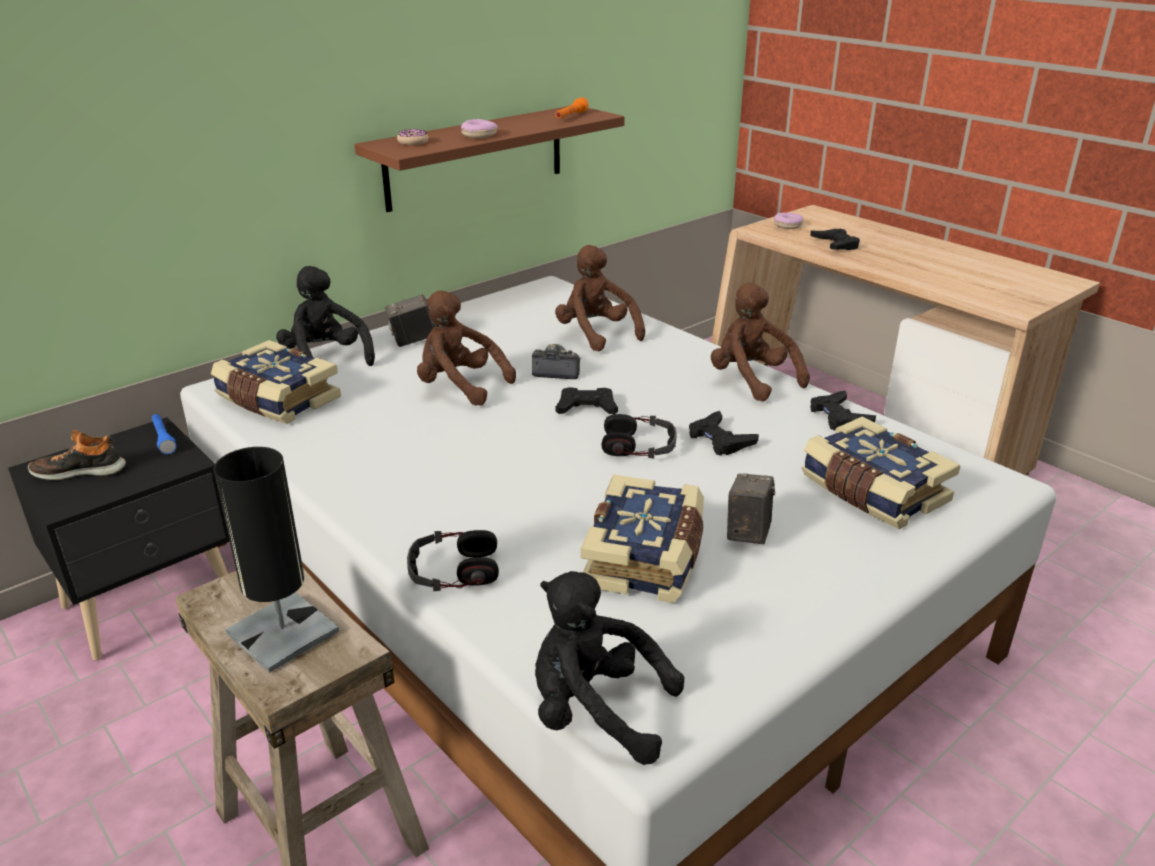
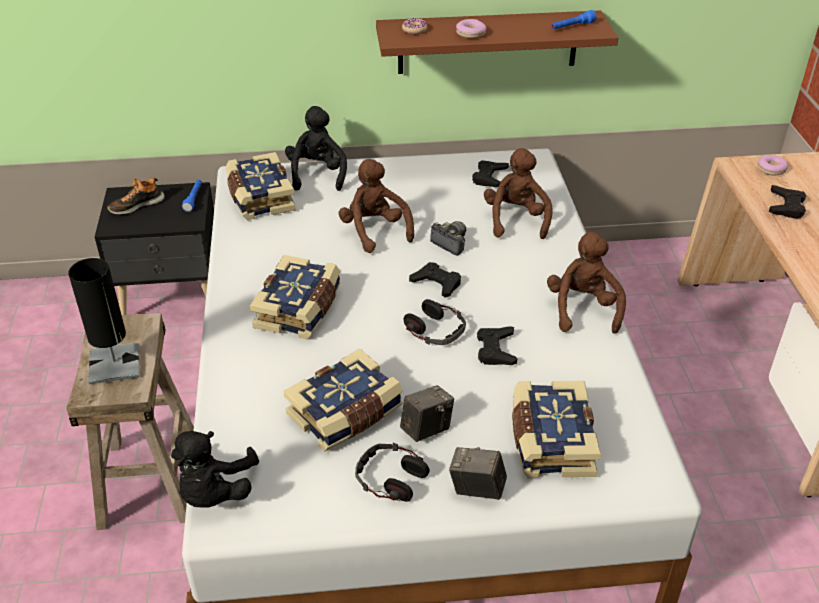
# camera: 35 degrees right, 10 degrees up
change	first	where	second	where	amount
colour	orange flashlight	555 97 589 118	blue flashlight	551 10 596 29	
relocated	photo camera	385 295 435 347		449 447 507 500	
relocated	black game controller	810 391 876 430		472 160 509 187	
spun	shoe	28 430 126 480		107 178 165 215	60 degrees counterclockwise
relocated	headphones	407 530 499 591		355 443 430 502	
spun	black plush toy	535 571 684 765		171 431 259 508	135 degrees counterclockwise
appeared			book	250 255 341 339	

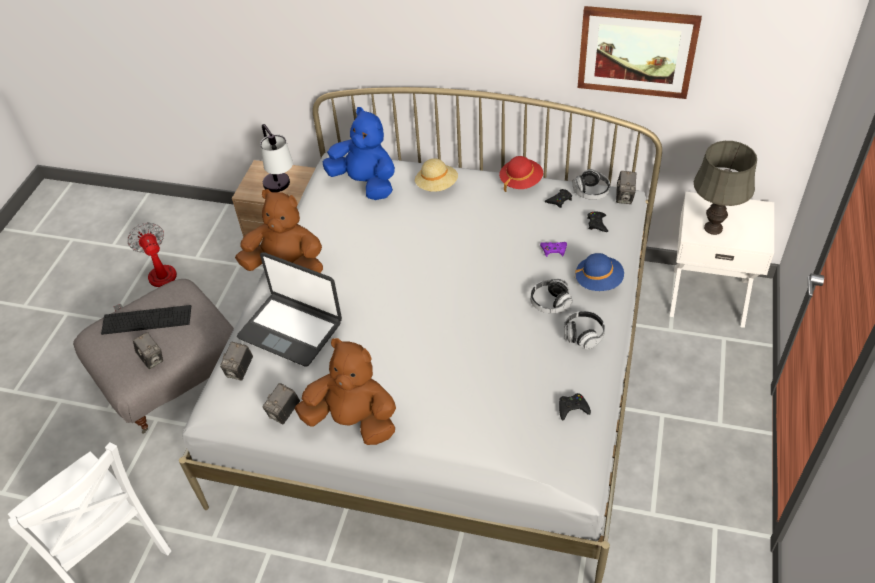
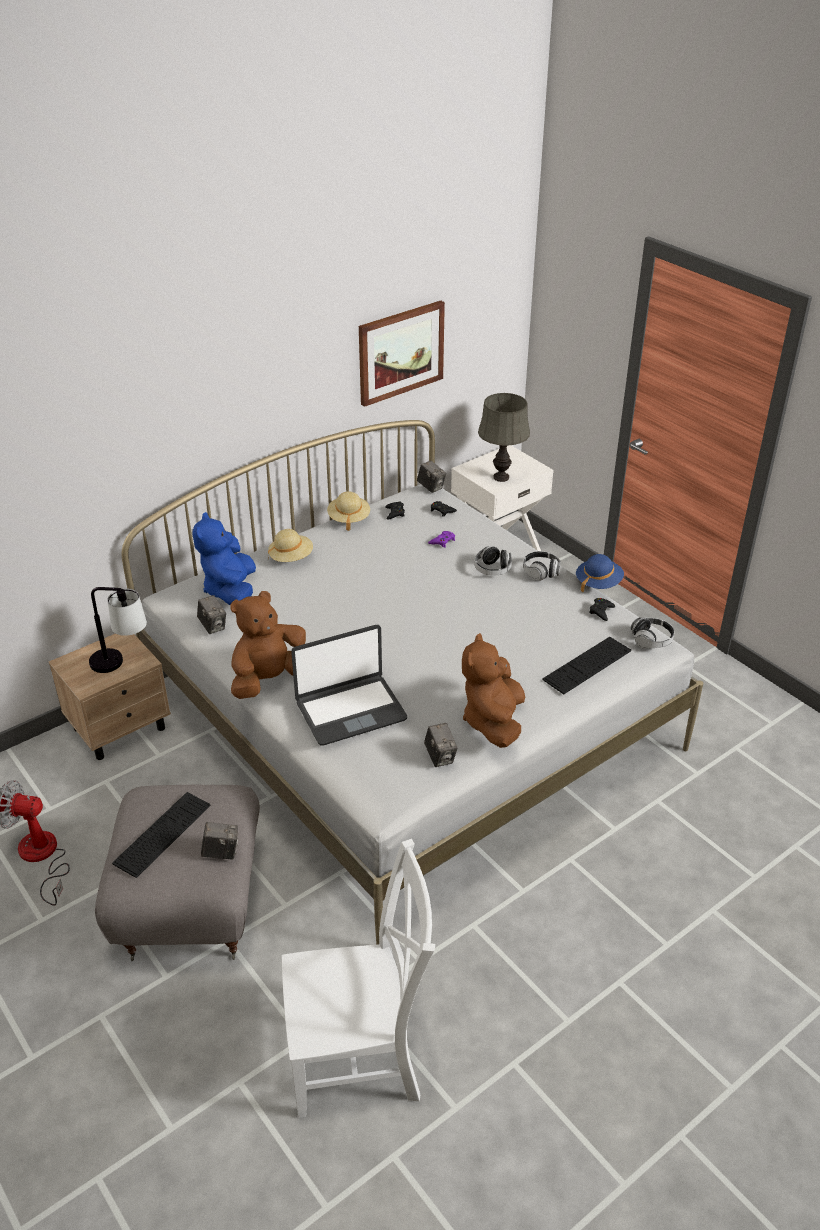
# camera: 55 degrees left, 10 degrees down
change	first	where	second	where	amount
spun	blue plush toy	323 107 395 200		192 512 256 605	75 degrees counterclockwise
colour	red hat	499 156 543 192	beige hat	327 491 370 531	
relocated	headphones	572 169 610 200		631 618 674 649	
relocated	blue hat	574 253 624 291		576 554 624 592	
spun	brown plush toy	295 338 396 445		462 633 525 748	45 degrees counterclockwise
relocated	photo camera	220 342 253 381		197 595 226 634	
appeared			keyboard	542 637 631 694	

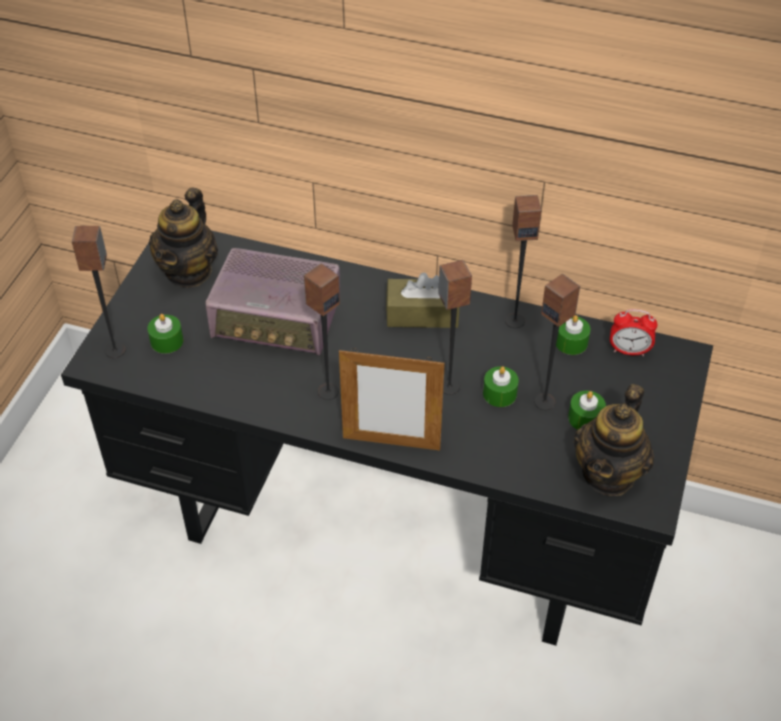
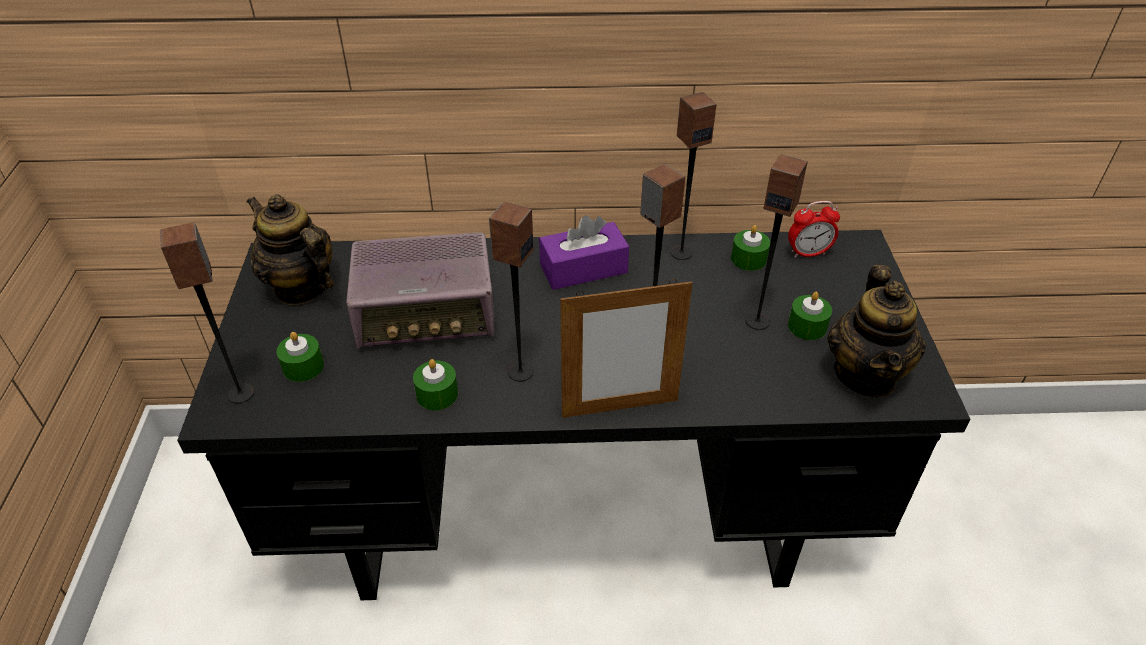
# camera: 20 degrees left, 5 degrees down
change	first	where	second	where	amount
spun	teapot	149 187 218 288		247 194 334 305	135 degrees clockwise
colour	brown tissue box	386 273 459 328	purple tissue box	539 215 629 290	
relocated	green candle	483 366 519 407		413 359 458 410	

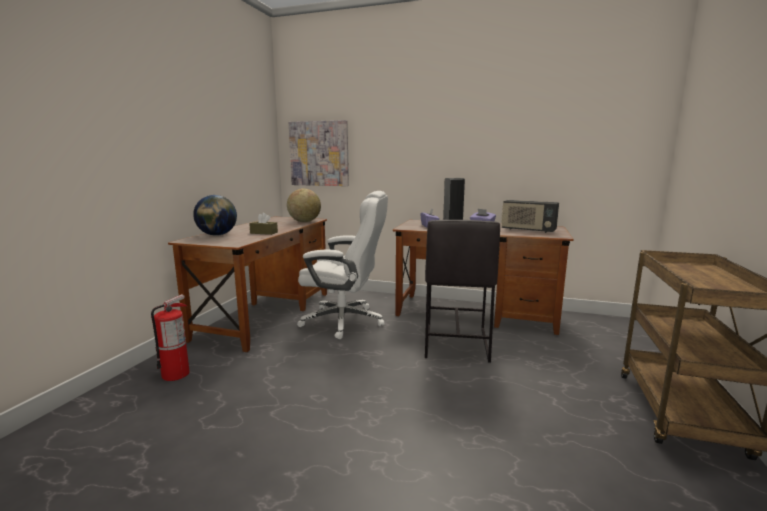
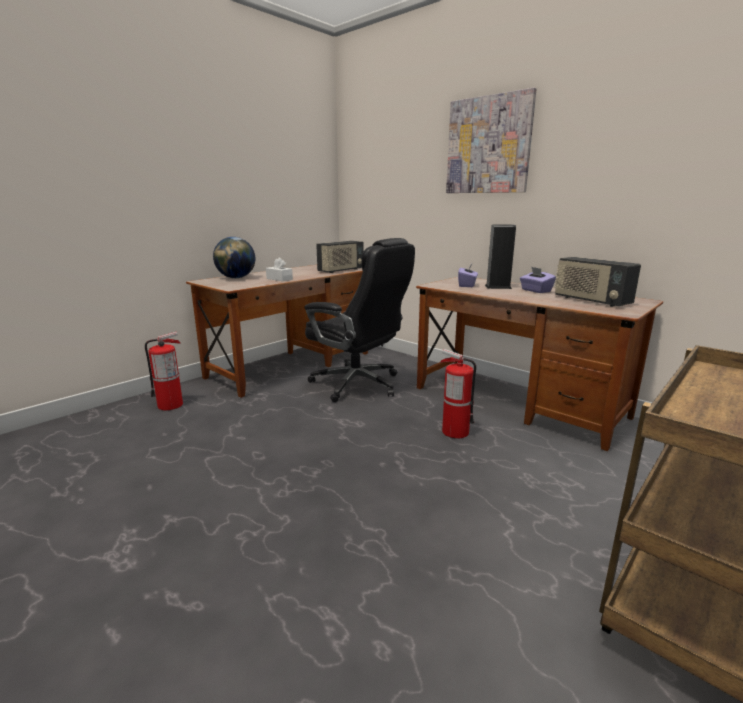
# camera: 25 degrees right, 5 degrees up
change	first	where	second	where	amount
relocated	picture	289 120 349 186		446 88 537 193	
exchanged	globe	287 188 321 222	radio	316 241 364 273	
colour	white office chair	297 191 388 339	black office chair	304 238 415 402	
colour	brown tissue box	249 213 278 235	white tissue box	266 257 293 281	
exchanged	grey stool	425 220 500 363	fire extinguisher	440 349 476 438	

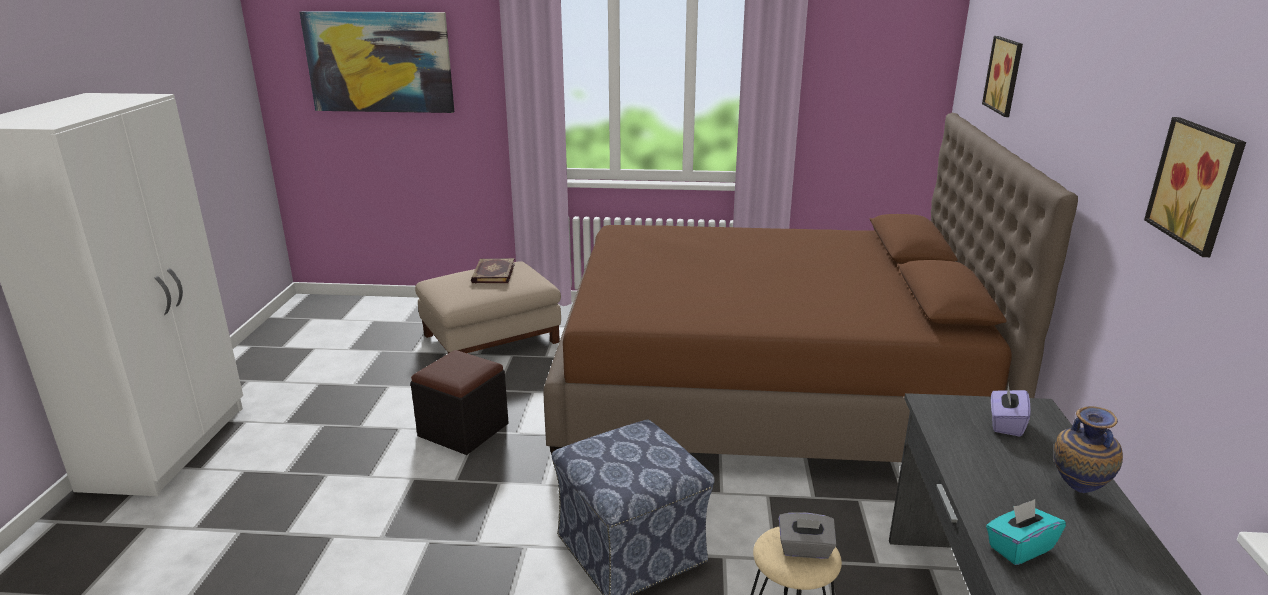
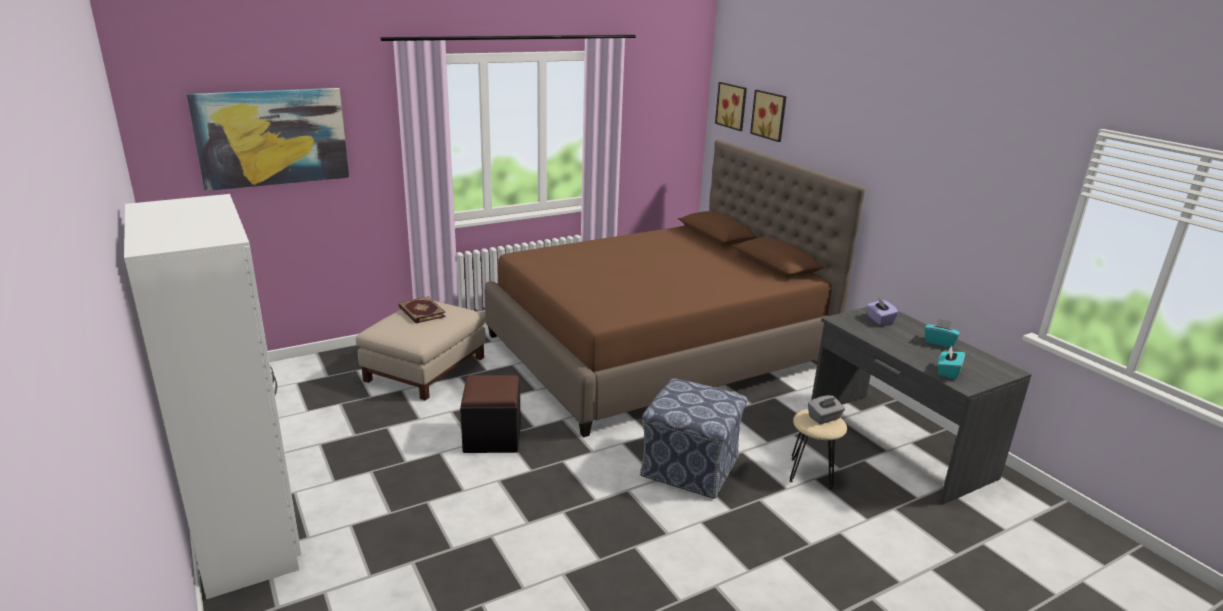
# camera: 35 degrees left, 0 degrees up
change	first	where	second	where	amount
relocated	picture	1144 117 1246 257		715 82 747 131	
exchanged	vase	1054 406 1123 493	turquoise tissue box	925 318 960 348	

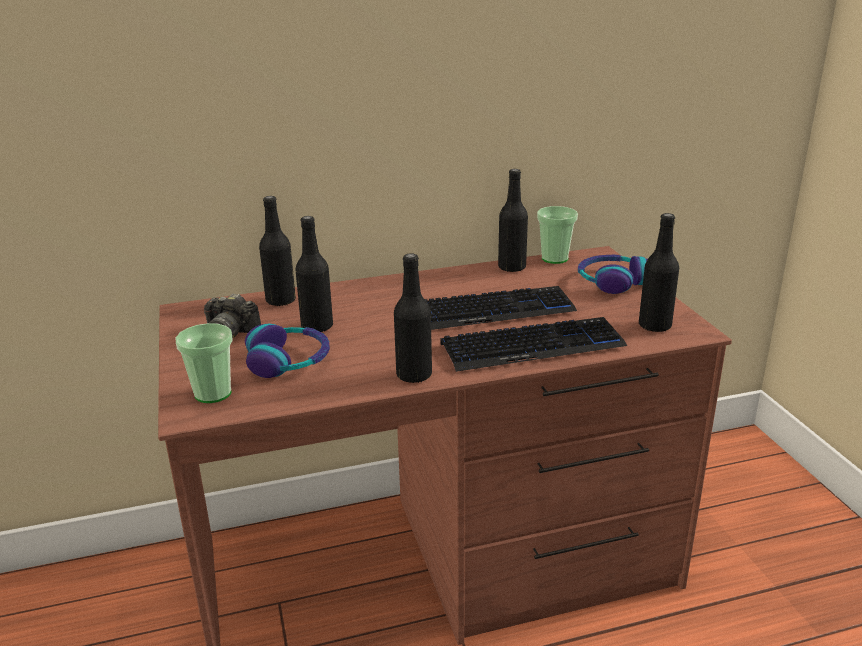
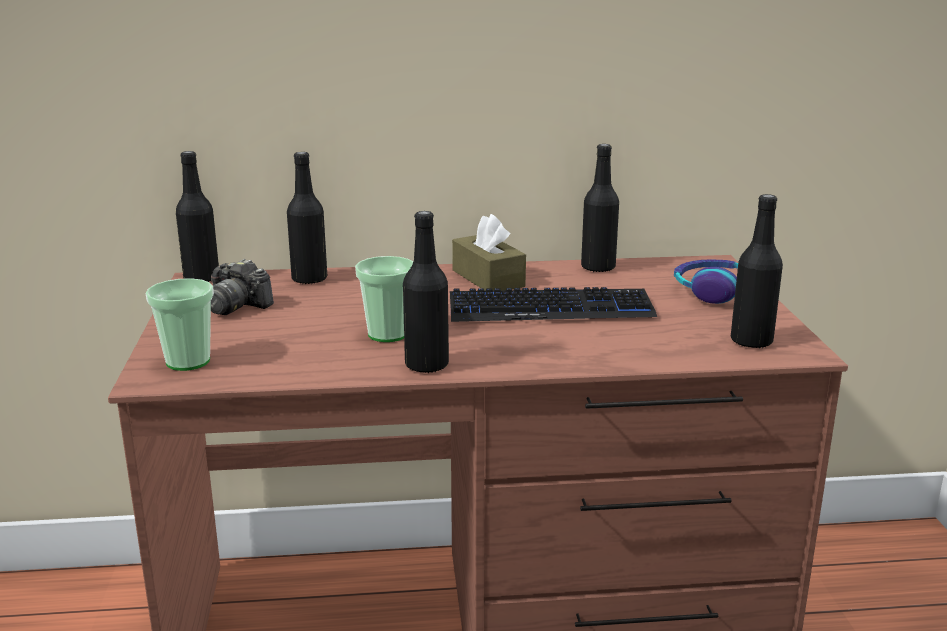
# camera: 10 degrees right, 5 degrees down
change	first	where	second	where	amount
relocated	cup	537 206 578 264		355 256 413 342	
relocated	black bottle	295 216 333 332		176 151 219 282	
missing	keyboard	440 317 627 372			
missing	headphones	245 323 330 378			
appeared			brown tissue box	452 214 526 291	

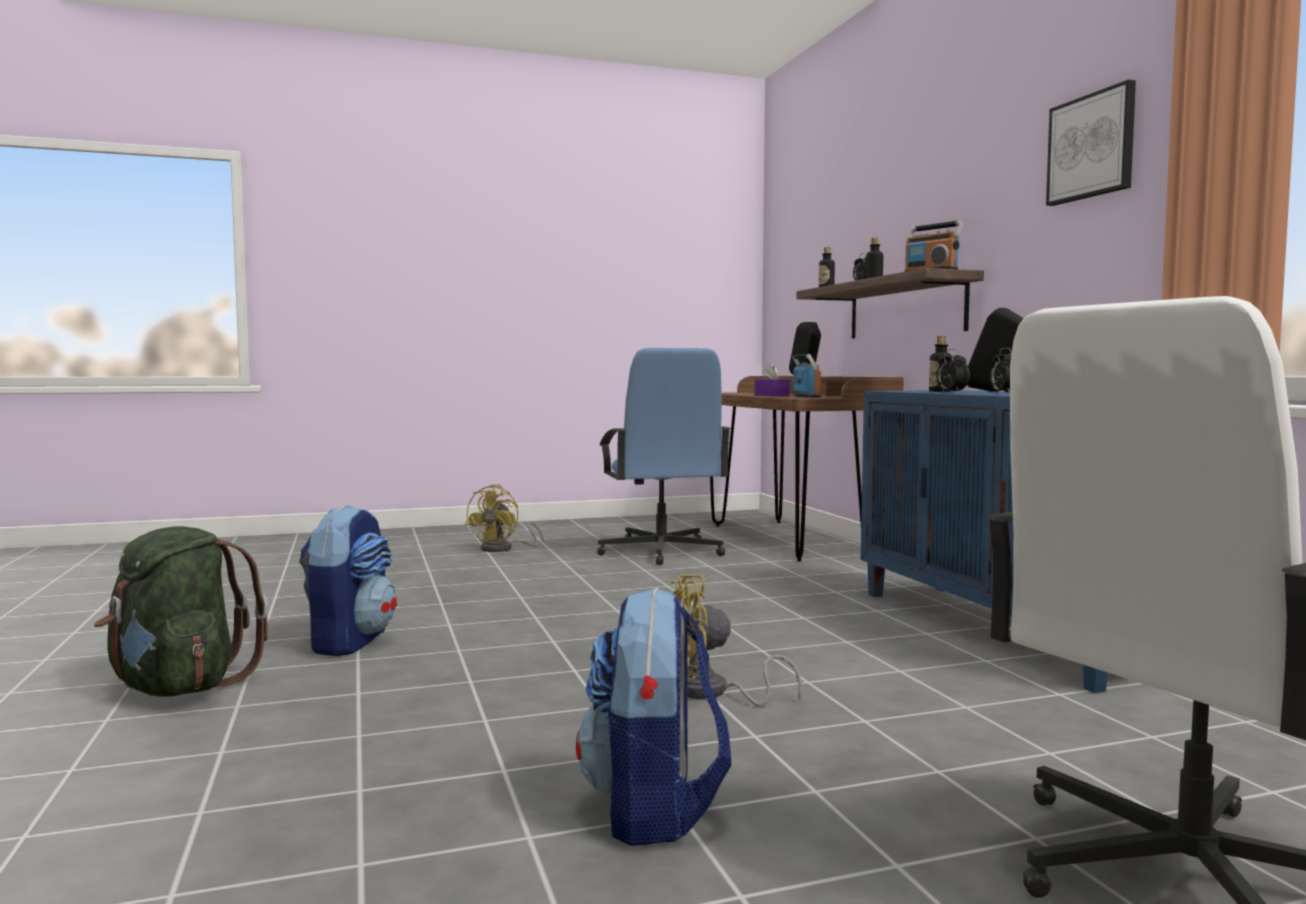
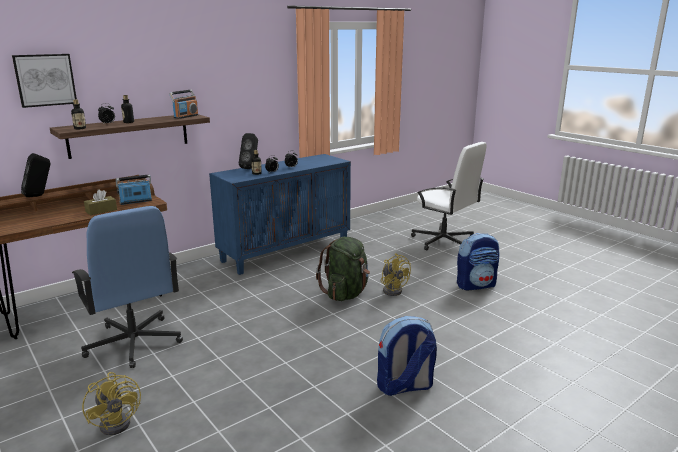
# camera: 110 degrees left, 15 degrees up
change	first	where	second	where	amount
relocated	picture	1046 80 1136 206		12 54 77 108	
spun	blue office chair	597 348 731 565		72 206 183 368	90 degrees clockwise
colour	purple tissue box	755 364 790 396	brown tissue box	84 189 117 215	
spun	yellow fan	465 484 544 552		82 372 141 435	60 degrees clockwise
relocated	green backpack	94 526 269 697		316 237 370 301	

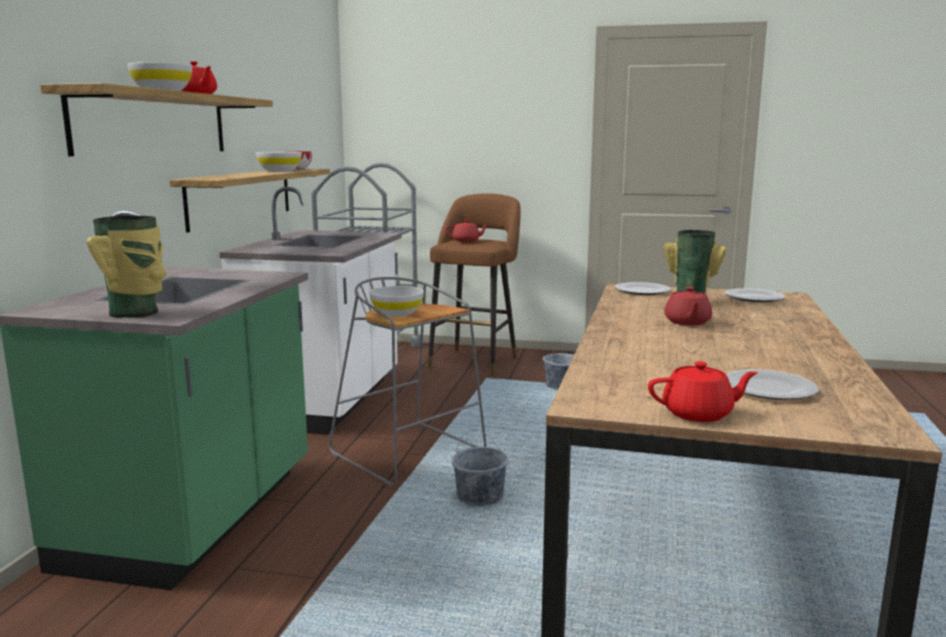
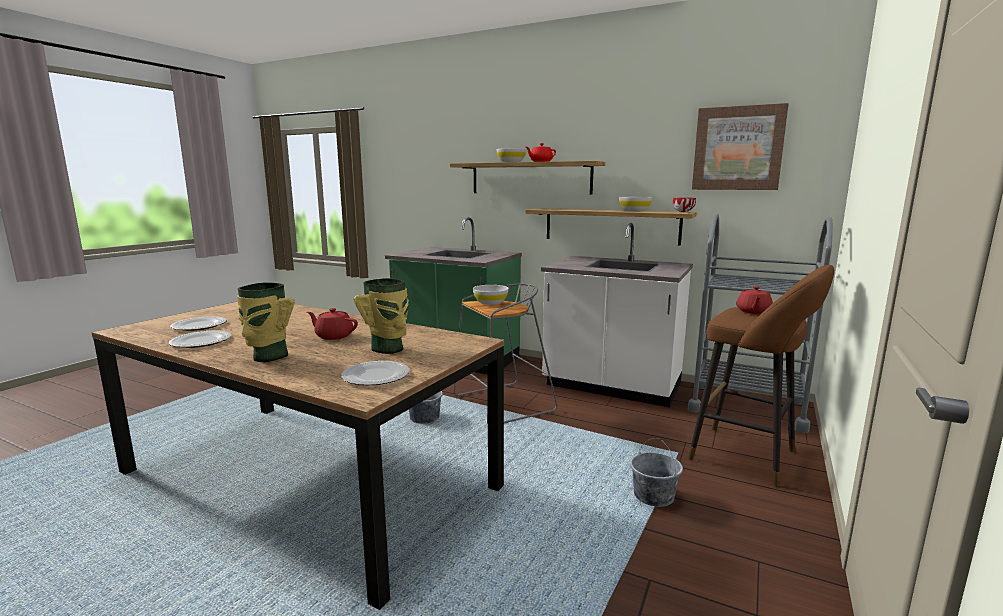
# camera: 105 degrees right, 0 degrees up
change	first	where	second	where	amount
relocated	vase	87 216 166 318		237 282 295 362	
relocated	plate	615 282 671 295		169 331 231 348	
missing	red teapot	648 361 758 422			
appeared			picture	692 103 789 190	

